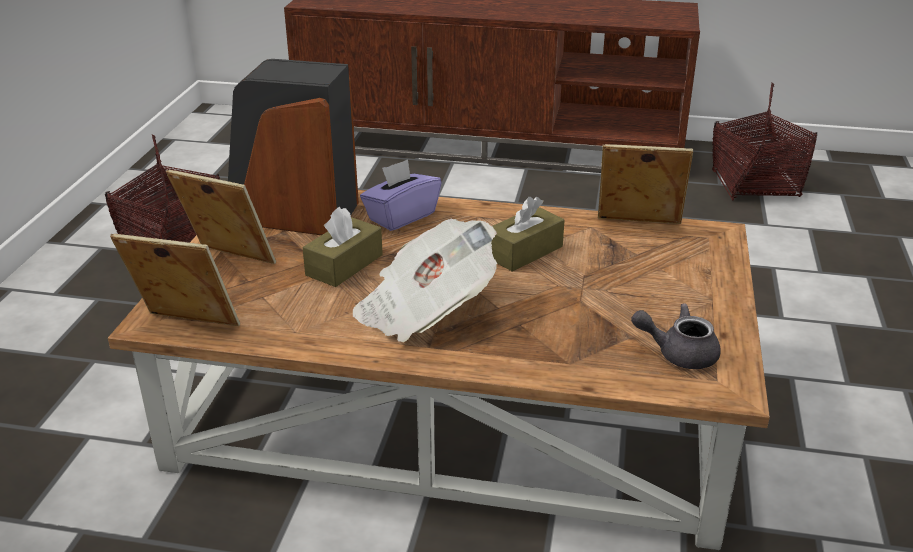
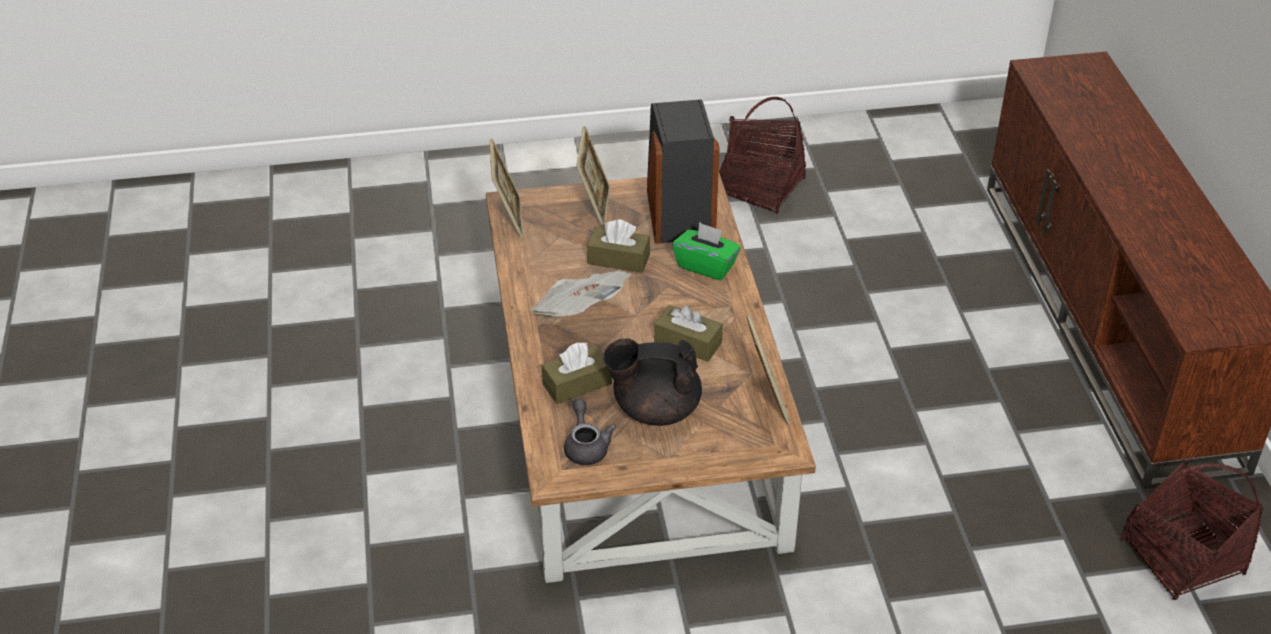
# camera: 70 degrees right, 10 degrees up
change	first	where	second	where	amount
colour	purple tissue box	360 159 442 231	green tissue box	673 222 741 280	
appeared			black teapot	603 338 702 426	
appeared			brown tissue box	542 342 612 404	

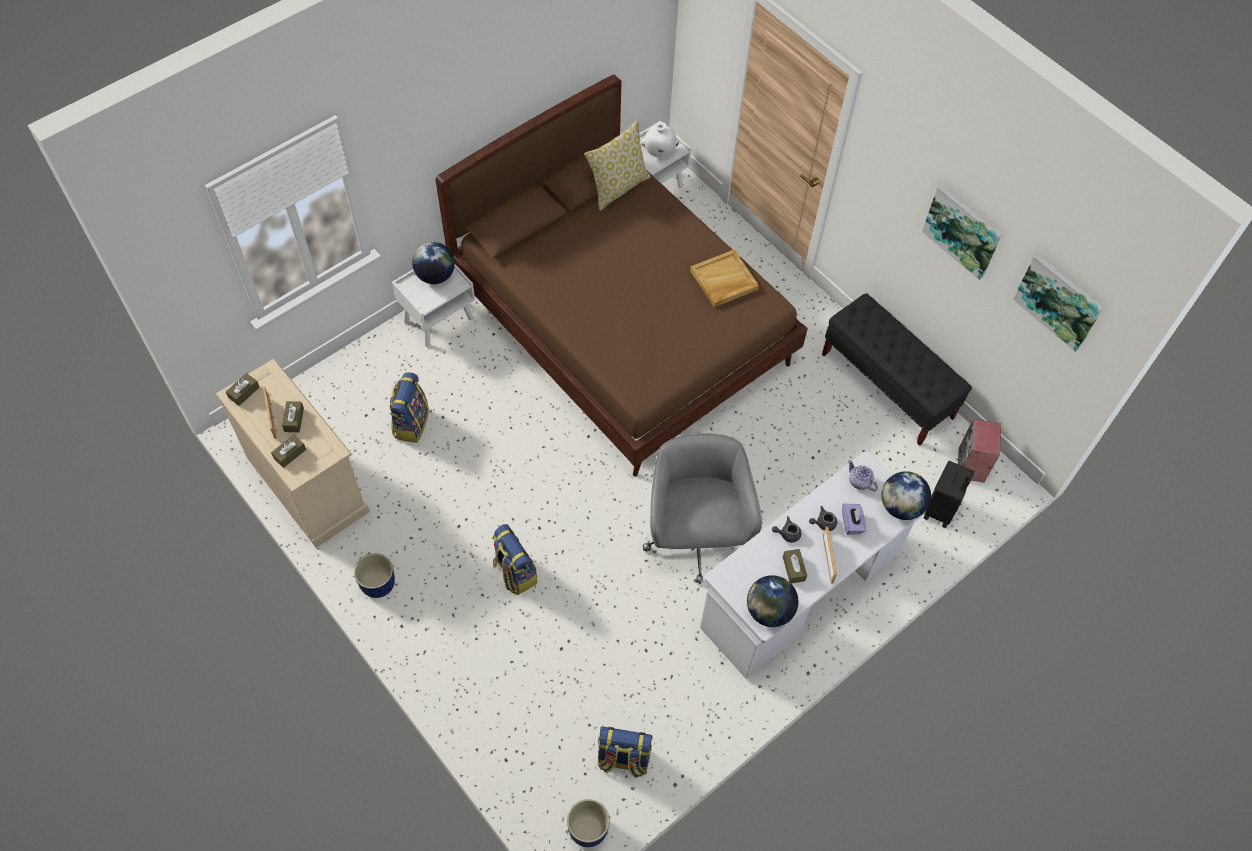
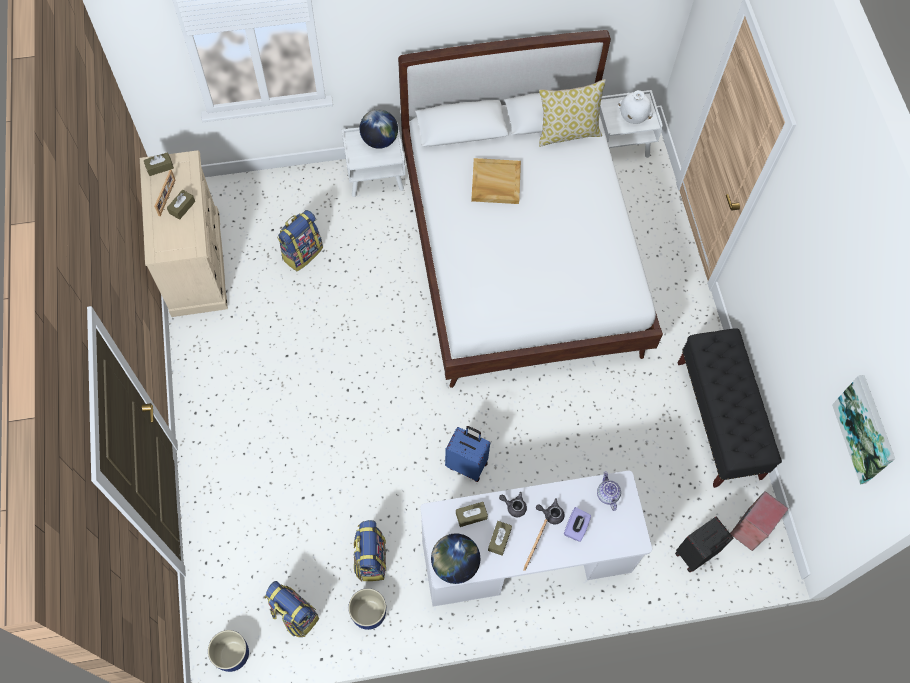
# camera: 30 degrees right, 5 degrees up
change	first	where	second	where	amount
colour	brown bed	435 74 808 477	white bed	398 30 663 388	
missing	picture	922 185 1002 280			
relocated	beige tray	690 249 759 307		471 158 521 204	
exchanged	grey office chair	643 433 762 584	blue suitcase	445 426 490 482	
relocated	brown tissue box	271 435 306 468		456 502 488 527	
missing	globe	881 471 931 520			
relocated	backpack	492 524 538 595		354 520 386 582	
relocated	blue planter	354 553 395 598		348 588 386 630	

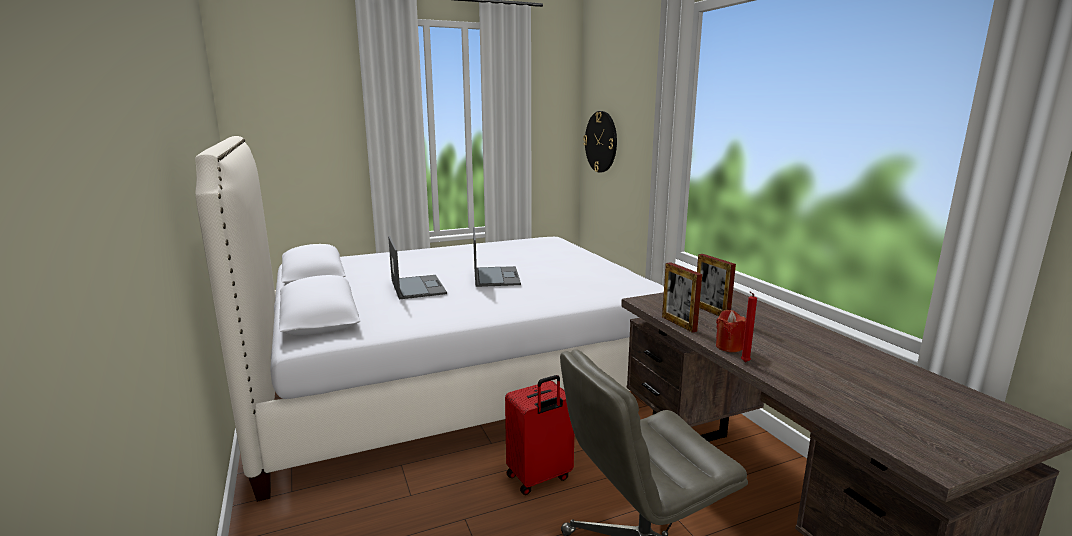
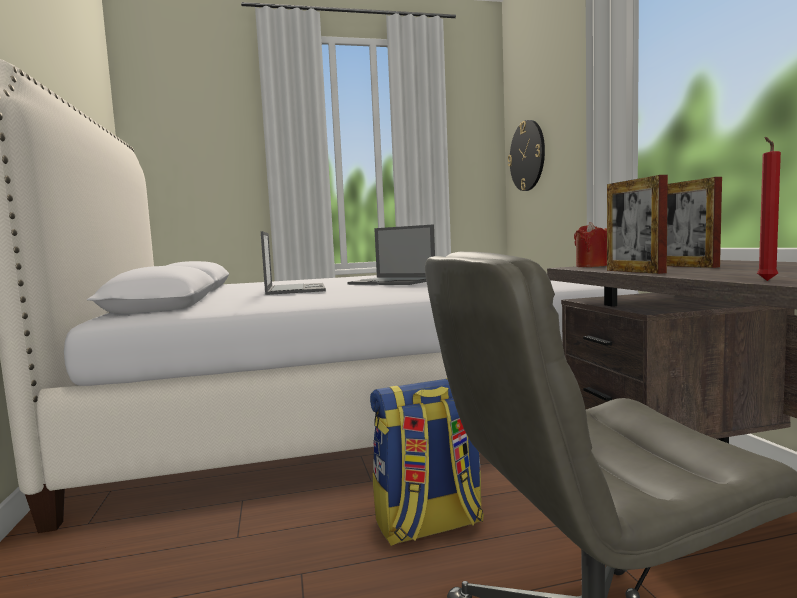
# camera: 10 degrees right, 10 degrees down
change	first	where	second	where	amount
spun	laptop	473 227 521 287		348 225 435 285	120 degrees clockwise
relocated	red candle	716 310 746 352		574 222 607 267	
exchanged	red suitcase	505 375 574 495	backpack	370 378 484 546	

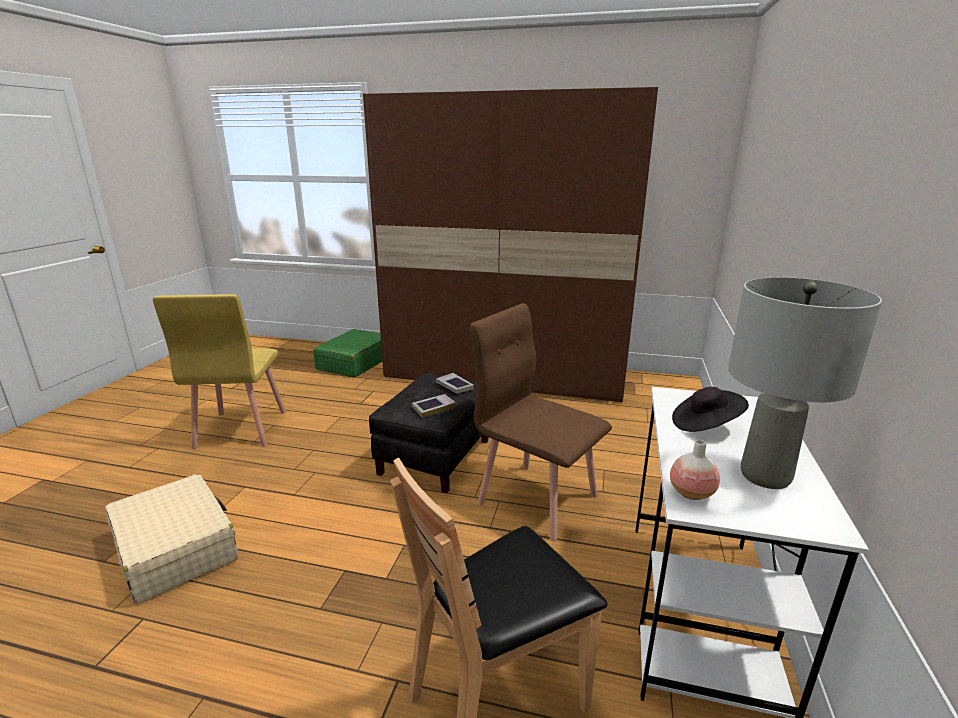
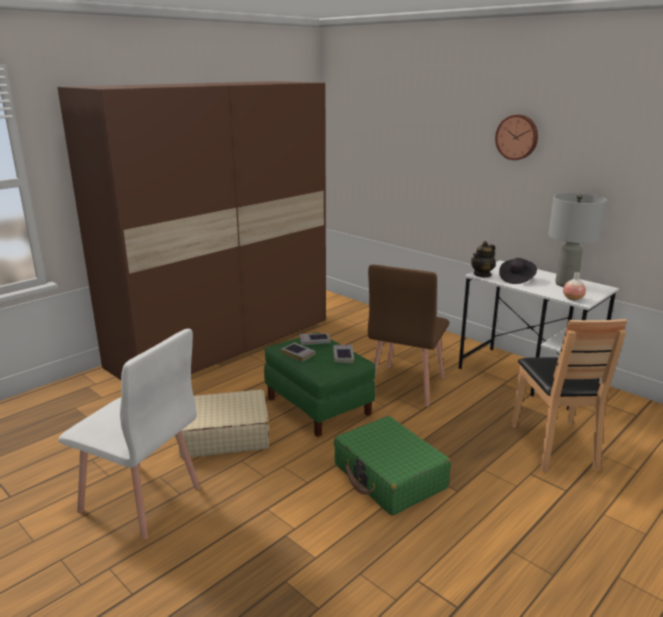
# camera: 60 degrees left, 0 degrees up
change	first	where	second	where	amount
colour	yellow chair	153 294 286 449	white chair	58 329 201 540	
spun	brown chair	470 303 612 541		368 265 449 407	45 degrees counterclockwise
relocated	green suitcase	313 329 382 378		334 416 451 516	
colour	black ottoman	369 373 488 493	green ottoman	264 332 375 437	
relocated	beige suitcase	105 474 238 603		179 389 269 458	
appeared			wall clock	495 115 538 160	
appeared			teapot	471 241 496 278	
appeared			book	281 342 316 362	

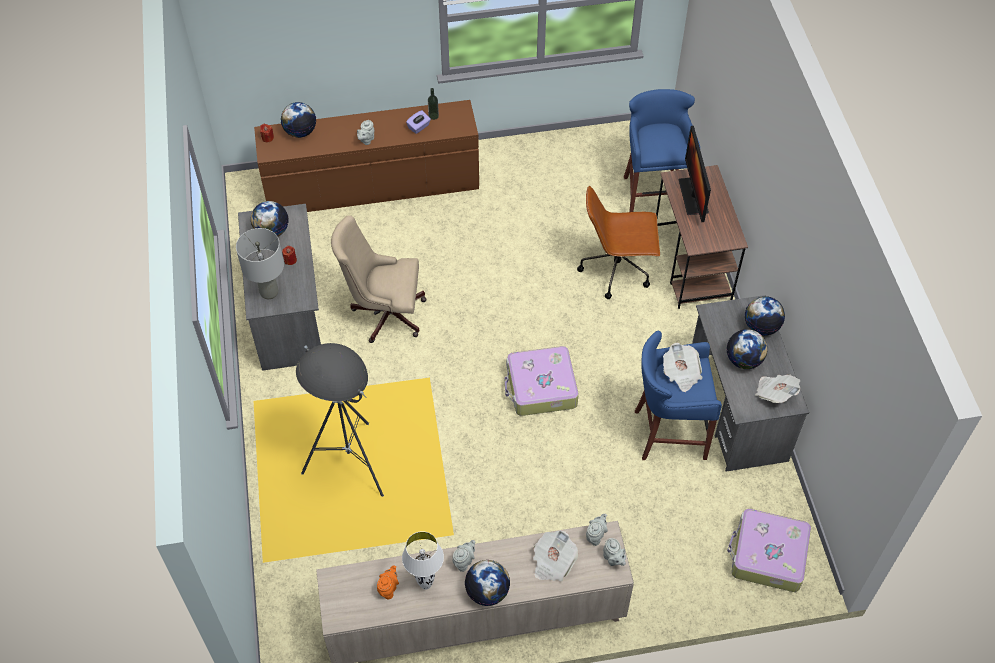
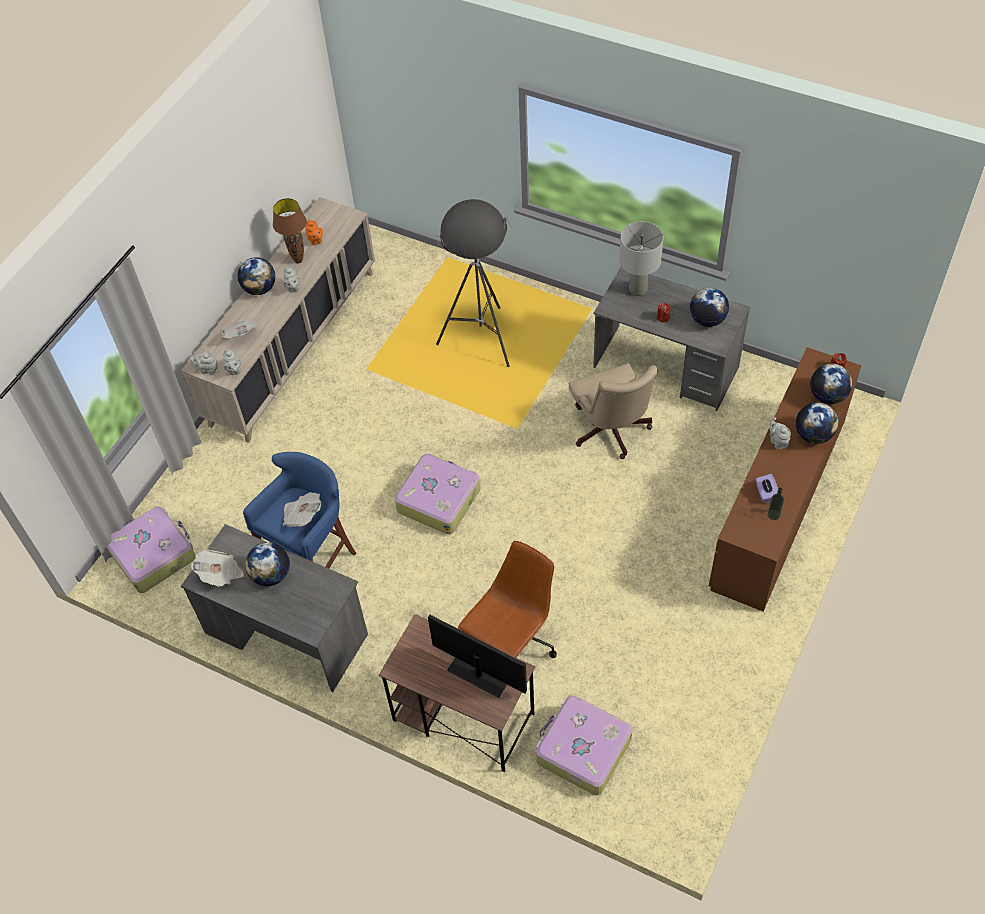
# camera: 130 degrees right, 0 degrees up
change	first	where	second	where	amount
exchanged	blue stool	624 89 700 212	suitcase	536 695 632 795	
spun	beige office chair	331 215 427 343		569 363 658 459	120 degrees clockwise
relocated	globe	745 296 785 336		796 402 838 444	
colour	white table lamp	402 531 444 590	brown table lamp	273 198 307 264	

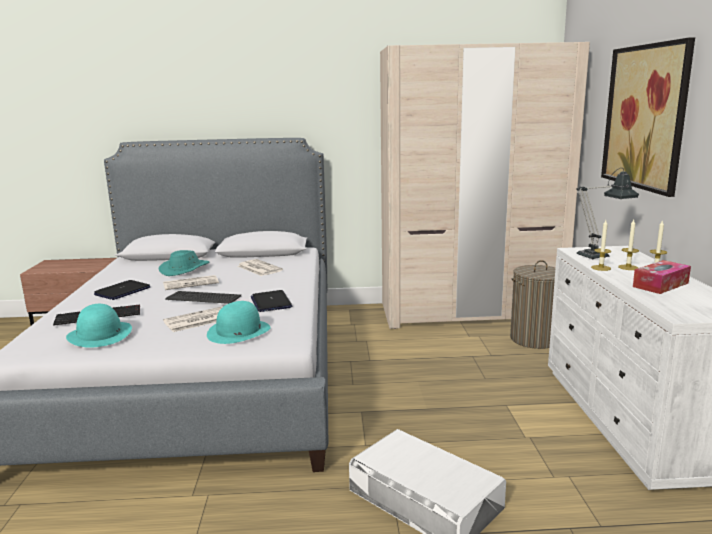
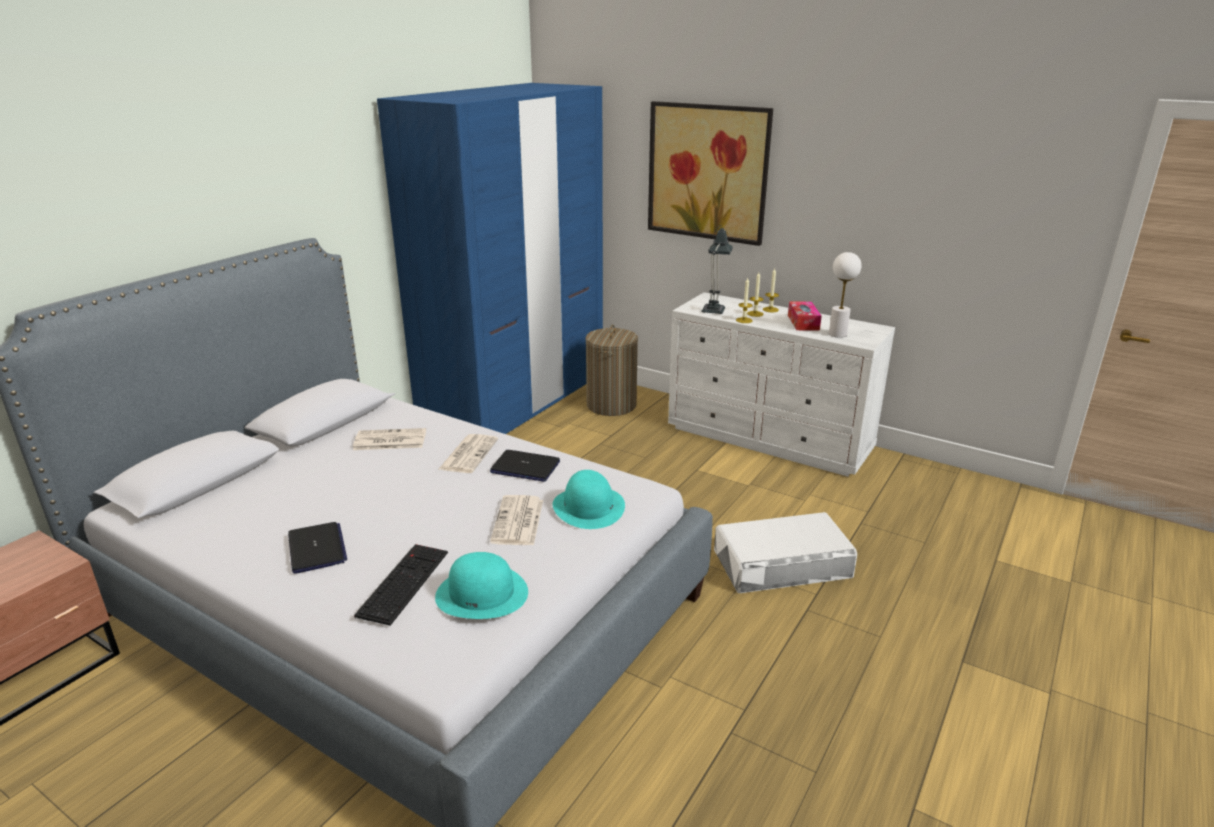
# camera: 55 degrees left, 10 degrees up
change	first	where	second	where	amount
colour	beige wardrobe	380 42 590 329	blue wardrobe	377 83 603 434	
missing	turquoise hat	158 250 209 276			
relocated	newspaper	163 275 219 290		438 434 498 473	
missing	keyboard	165 291 242 304			
appeared			white table lamp	829 252 861 338	

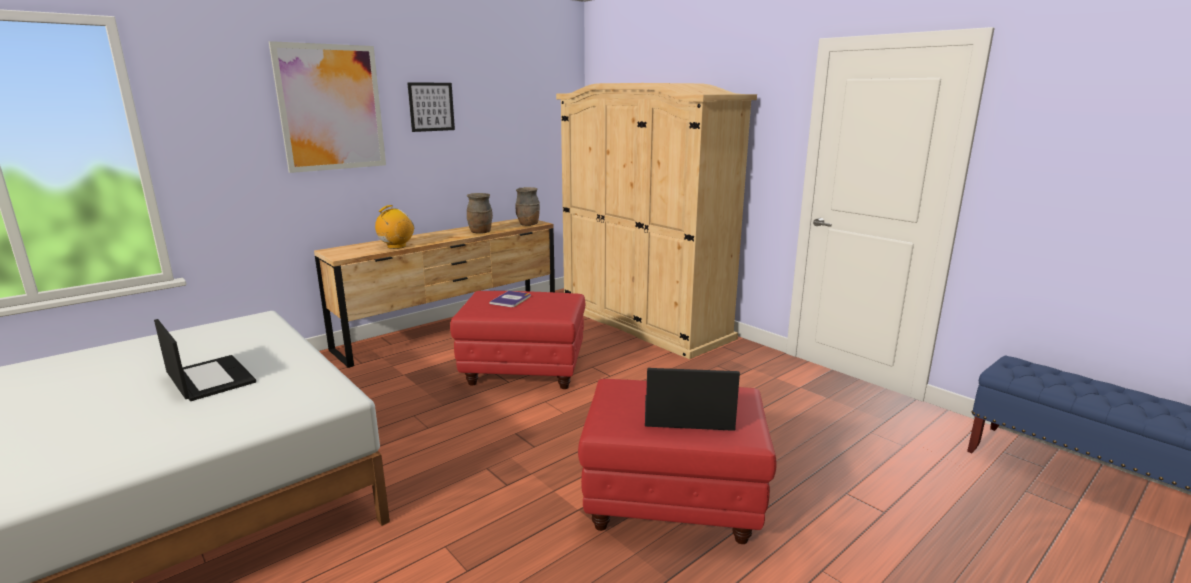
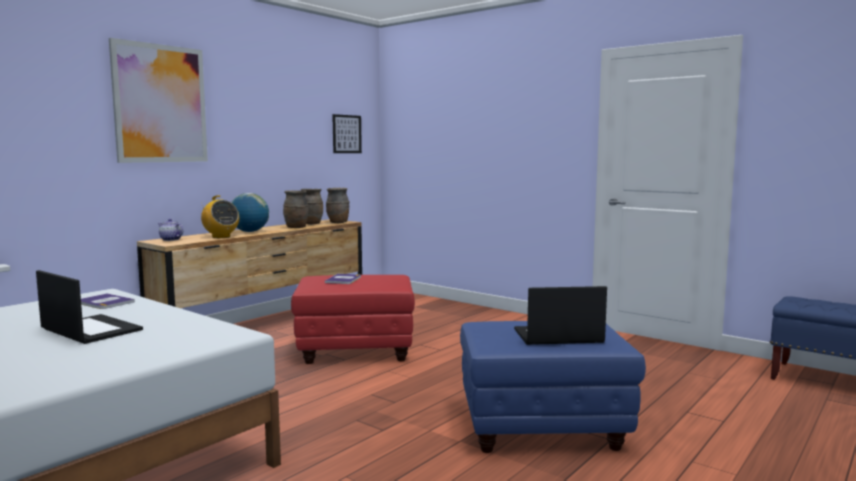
# camera: 10 degrees left, 10 degrees down
change	first	where	second	where	amount
relocated	picture	407 82 455 132		332 114 362 153	
missing	beige wardrobe	556 83 757 359			
spun	radio	375 205 414 249		201 195 239 238	105 degrees clockwise
colour	red ottoman	578 379 777 544	blue ottoman	460 321 646 453	
appeared			brown vase	301 189 323 225	
appeared			globe	231 193 269 232	
appeared			teapot	158 219 183 241	
appeared			book	81 293 135 309	

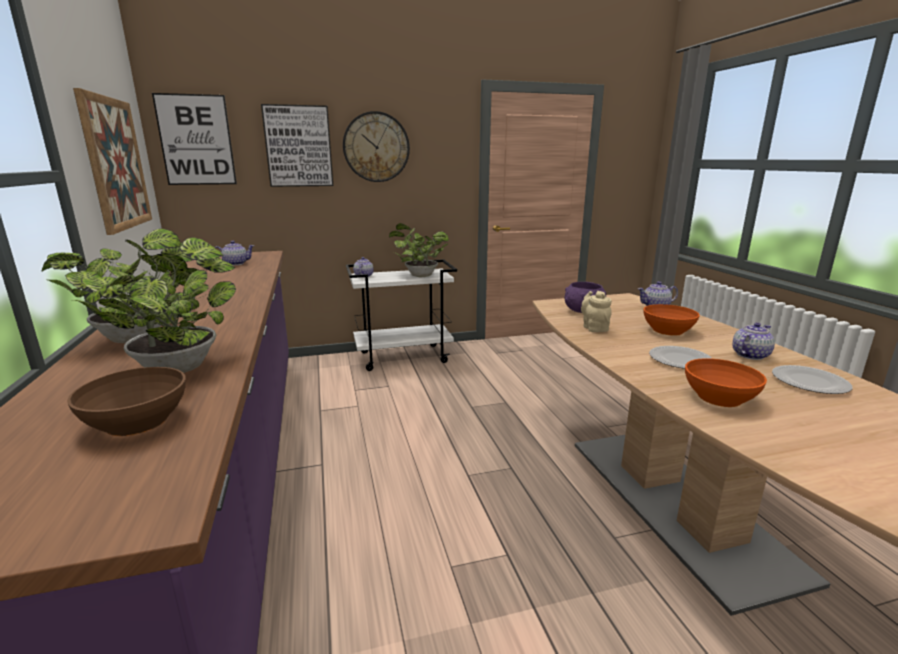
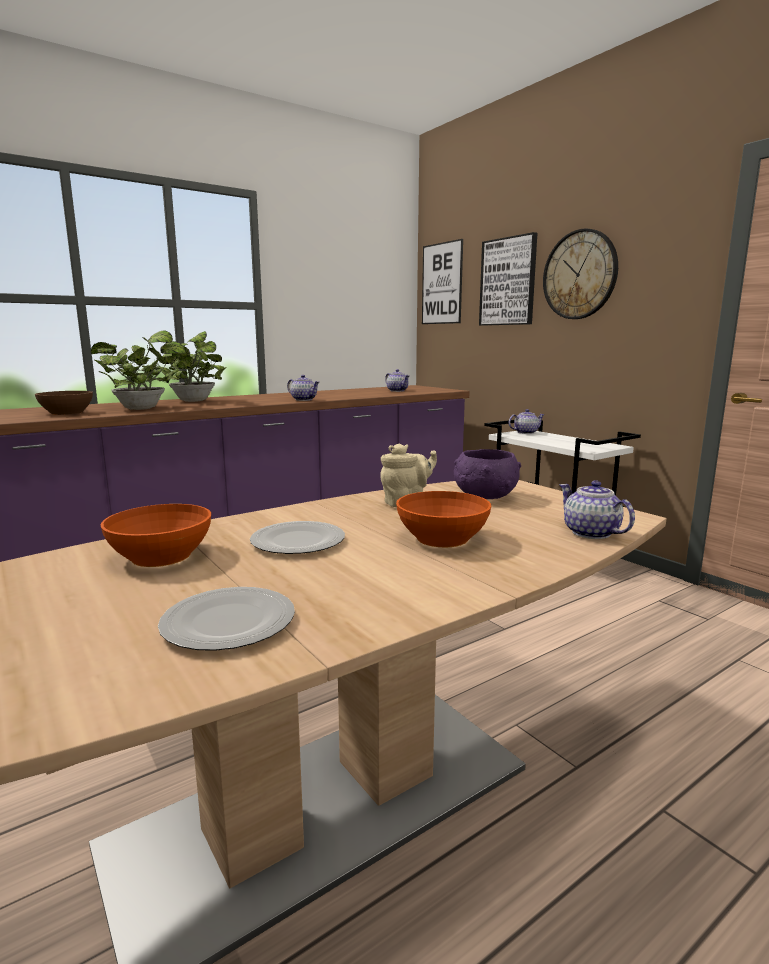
# camera: 70 degrees right, 5 degrees down
change	first	where	second	where	amount
missing	picture	73 88 152 235			
missing	potted plant	389 223 449 277			
relocated	teapot	733 322 775 360		287 375 319 401	

